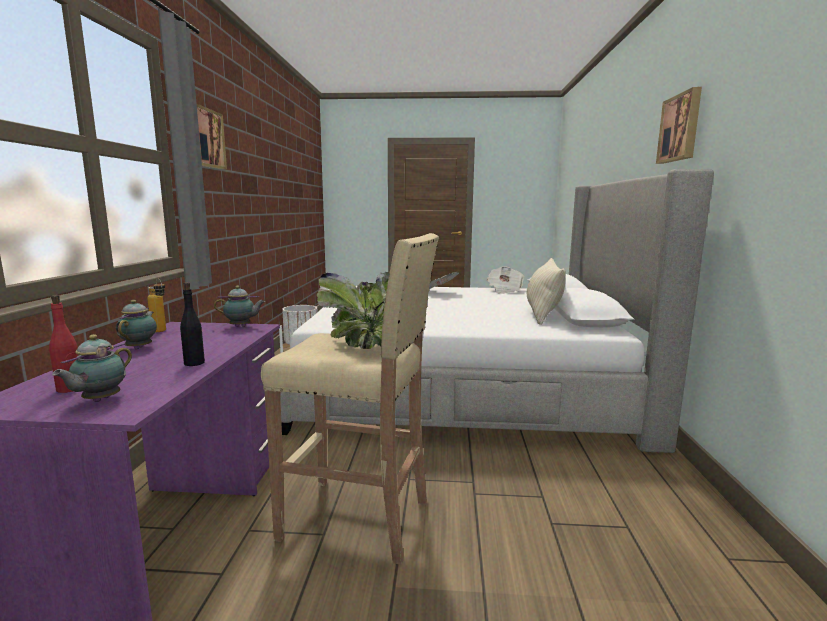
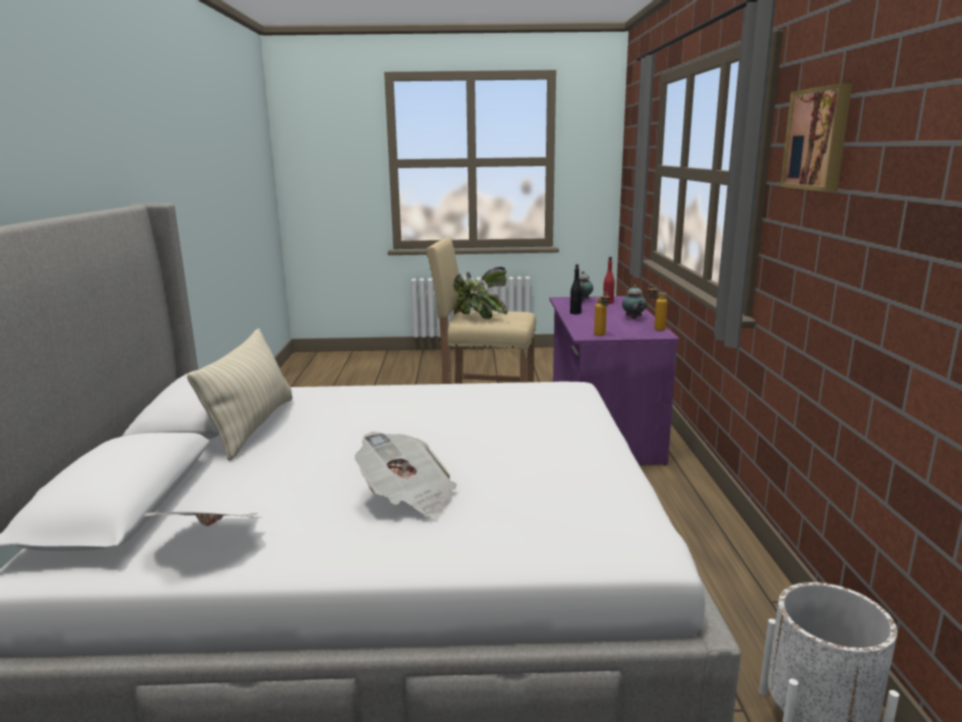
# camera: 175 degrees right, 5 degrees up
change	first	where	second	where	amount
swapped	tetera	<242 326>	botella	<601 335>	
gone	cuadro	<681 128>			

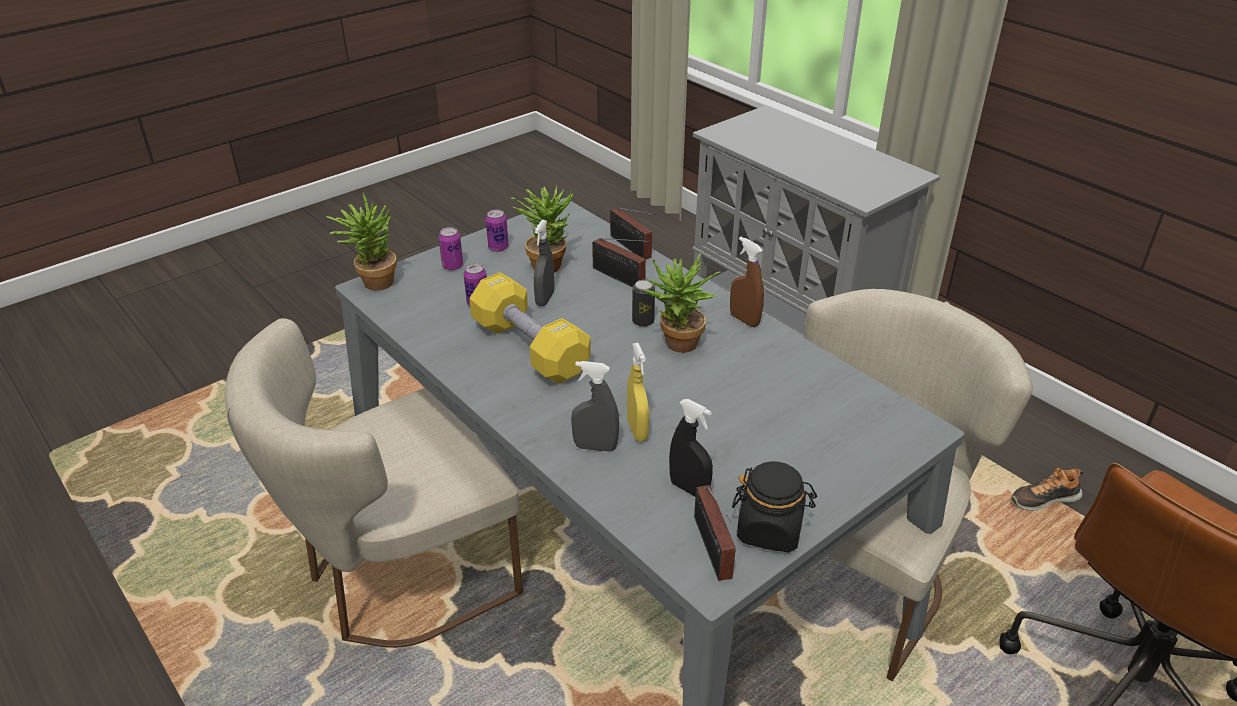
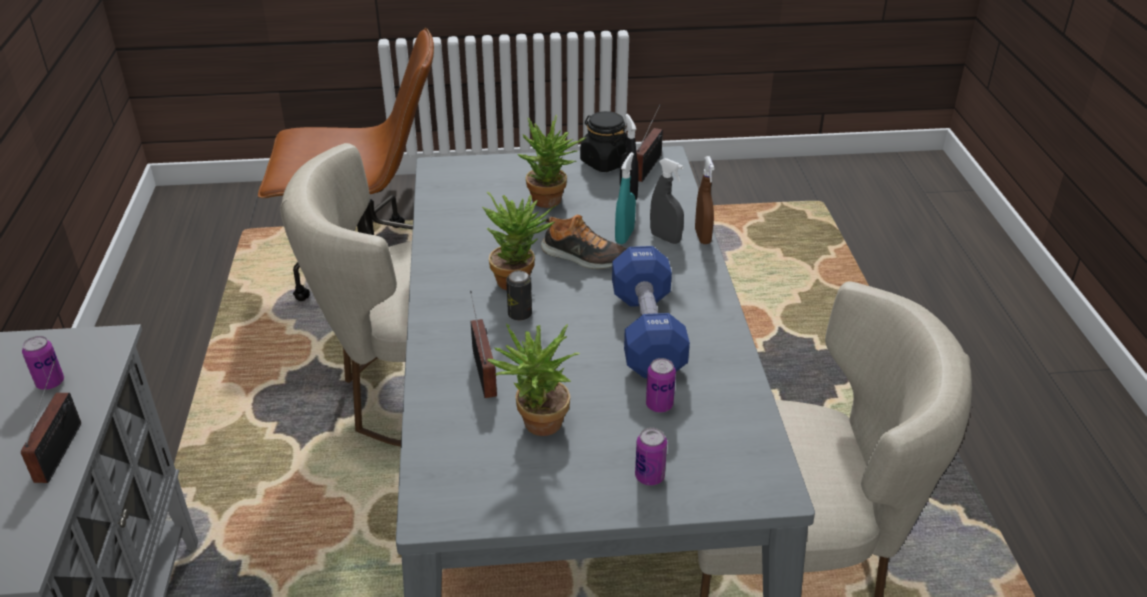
# camera: 145 degrees left, 0 degrees up
change	first	where	second	where	amount
shifted	radio	<632 248>		<61 449>	
shifted	lata	<498 247>		<50 383>	
shifted	planta en maceta	<372 282>		<551 203>	
shifted	zapato	<1044 498>		<584 257>	
repainted	mancuerna (amarillo)	<530 348>	mancuerna (azul)	<647 332>	
repainted	pulverizador (amarillo)	<637 431>	pulverizador (turquesa)	<624 236>	
shifted	pulverizador (marrón)	<744 320>		<702 237>	
gone	pulverizador (gris)	<545 299>			

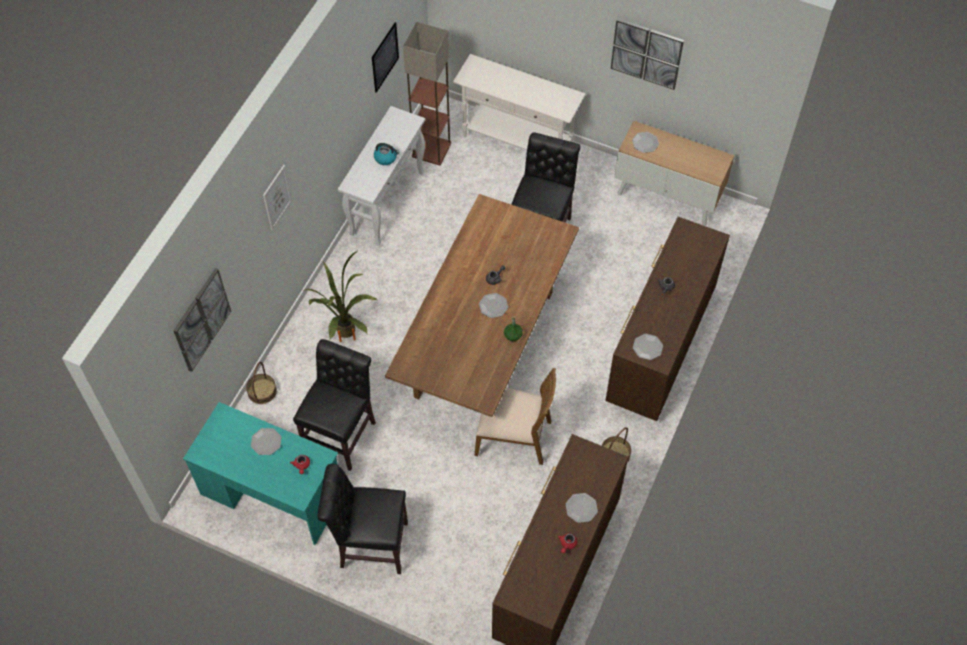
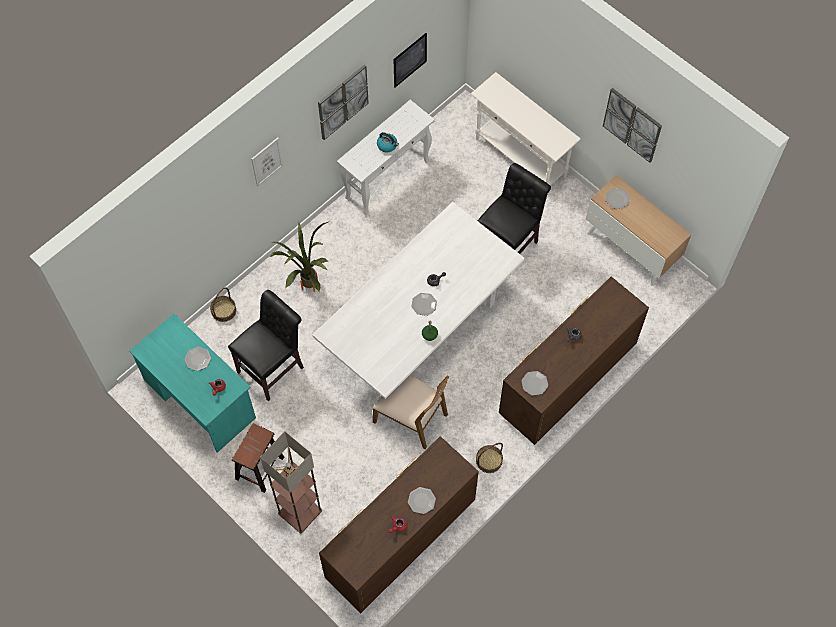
# camera: 20 degrees right, 5 degrees up
change	first	where	second	where	amount
swapped	silla (negro)	<369 544>	taburete (marrón)	<260 467>	
shifted	lámpara de pie	<432 150>		<300 513>	
repainted	mesa de comedor (marrón)	<485 342>	mesa de comedor (blanco)	<420 328>	
shifted	cuadro	<201 319>		<342 102>	

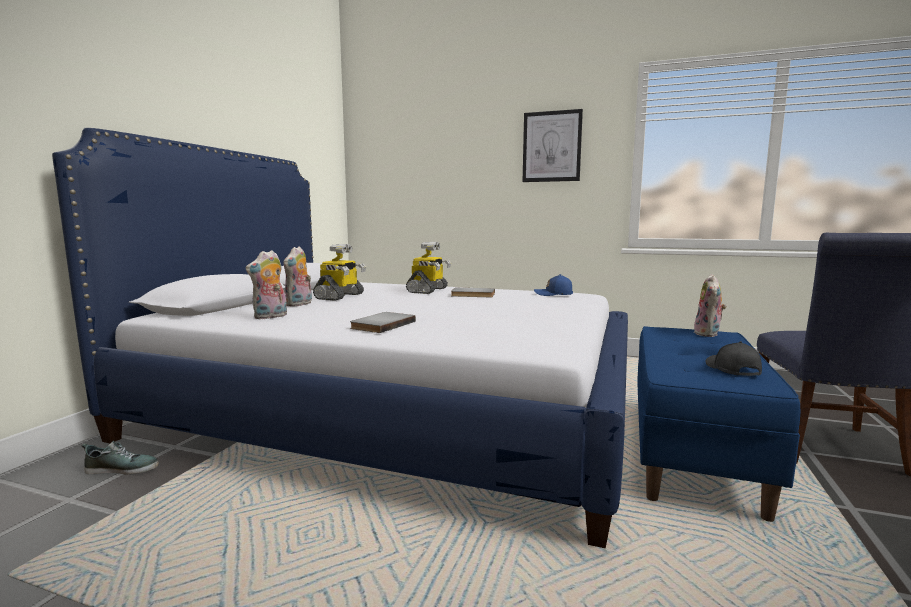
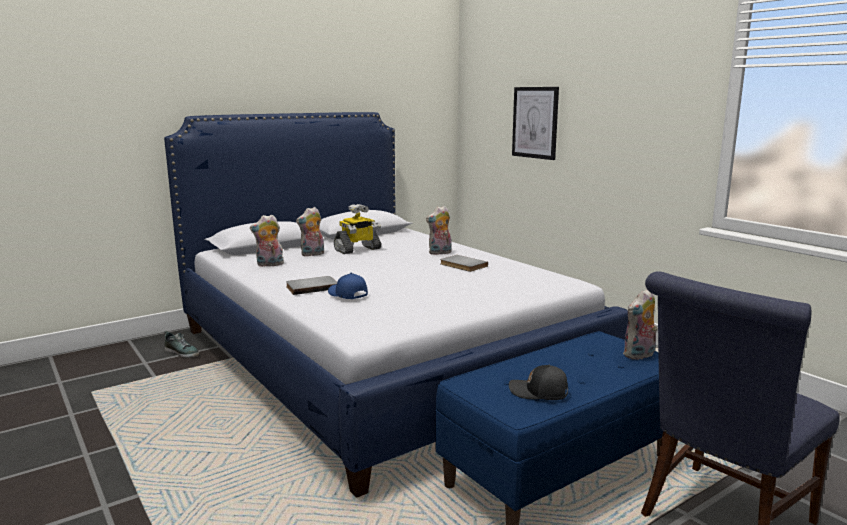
# camera: 35 degrees right, 5 degrees up
change	first	where	second	where	amount
shifted	gorra (azul)	<554 294>		<347 294>	
swapped	robot de juguete	<428 290>	peluche	<440 253>	
rotated	gorra (negro)	<731 369>		<539 392>	105 degrees counterclockwise
shifted	cuadro	<551 146>		<535 122>	

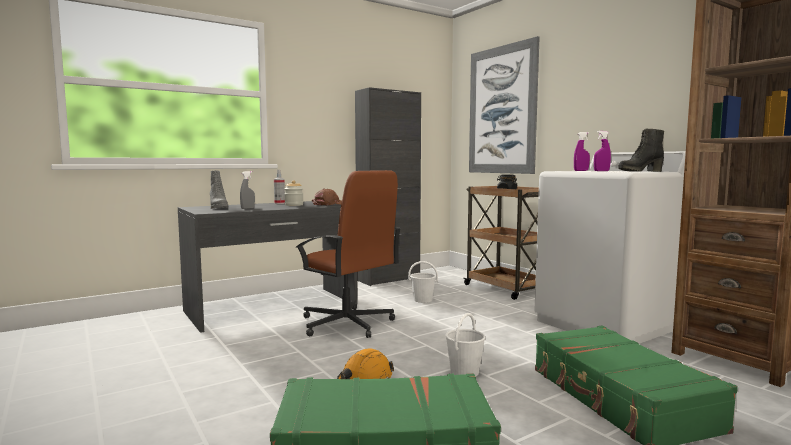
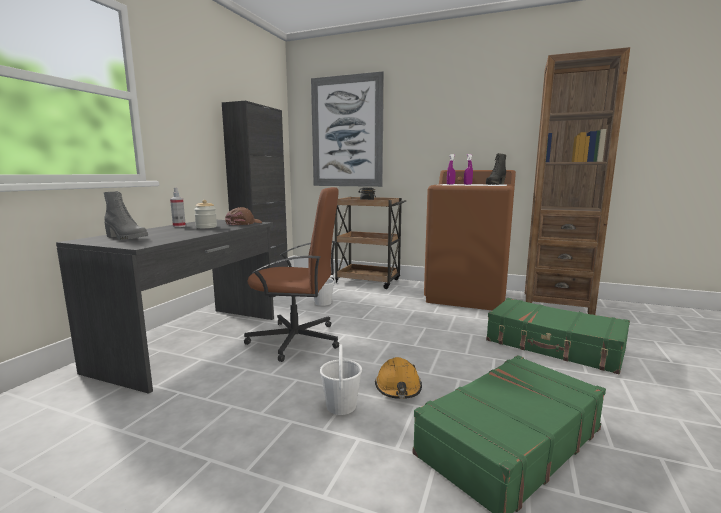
# camera: 35 degrees left, 5 degrees up
change	first	where	second	where	amount
shifted	cubo (blanco)	<464 372>		<341 406>	
repainted	lavadora (blanco)	<606 324>	lavadora (marrón)	<467 296>	
gone	pulverizador (gris)	<247 208>			

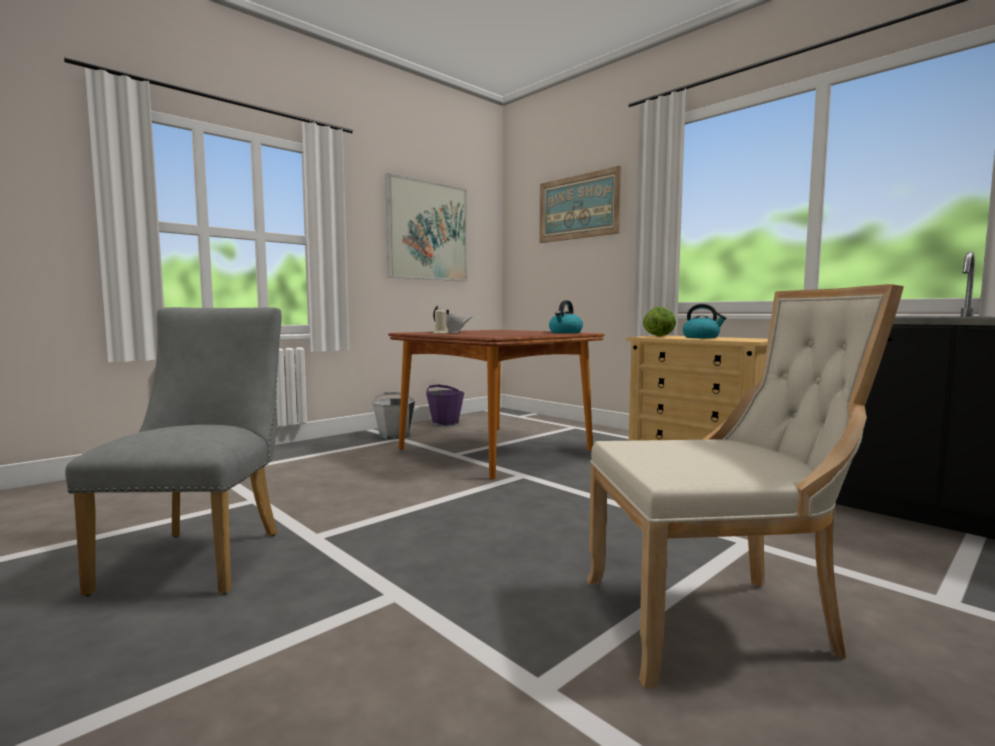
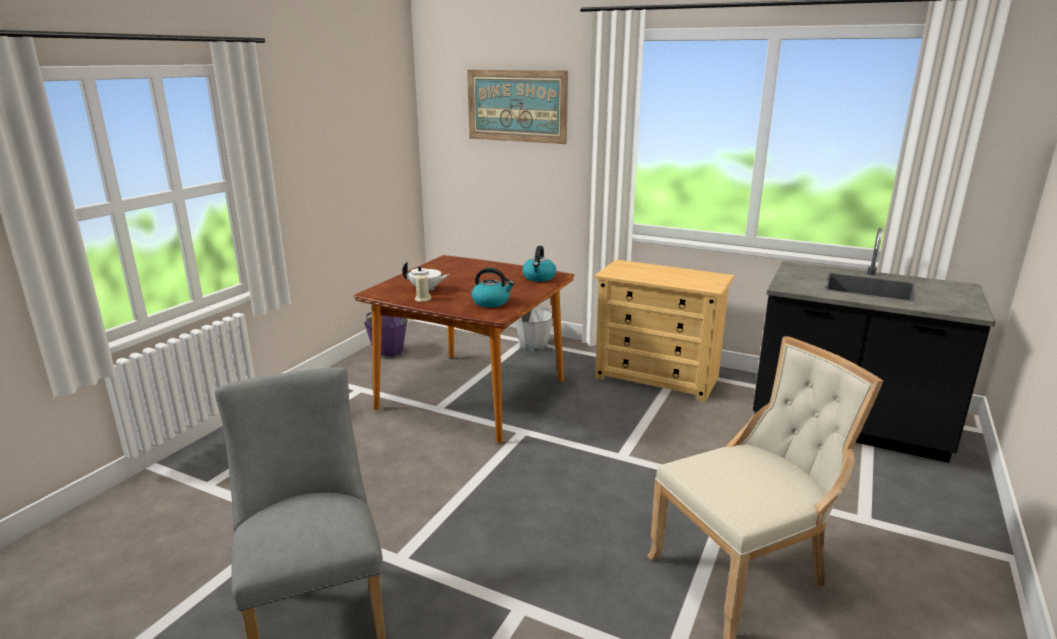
# camera: 20 degrees left, 15 degrees up
change	first	where	second	where	amount
shifted	hervidor	<701 337>		<491 302>	
shifted	cubo (gris)	<394 435>		<533 345>	
gone	cuadro	<427 231>			
gone	lechuga	<660 336>			

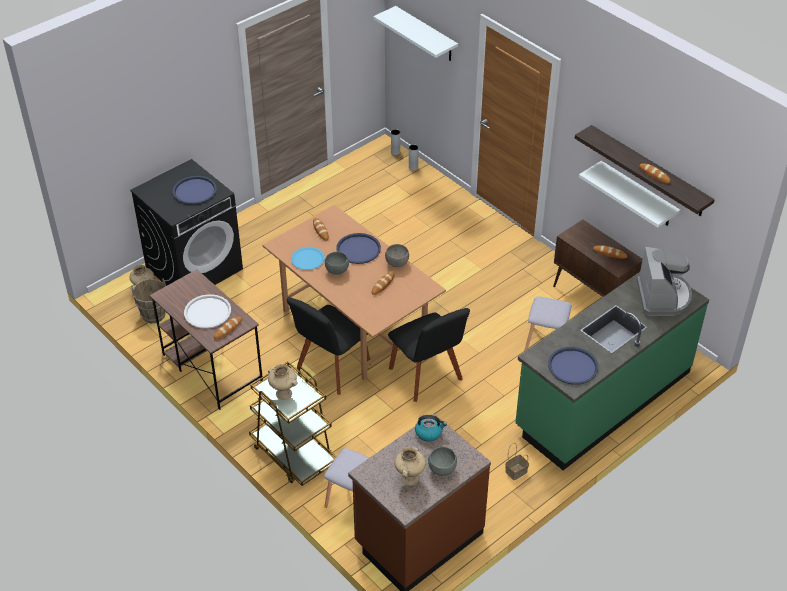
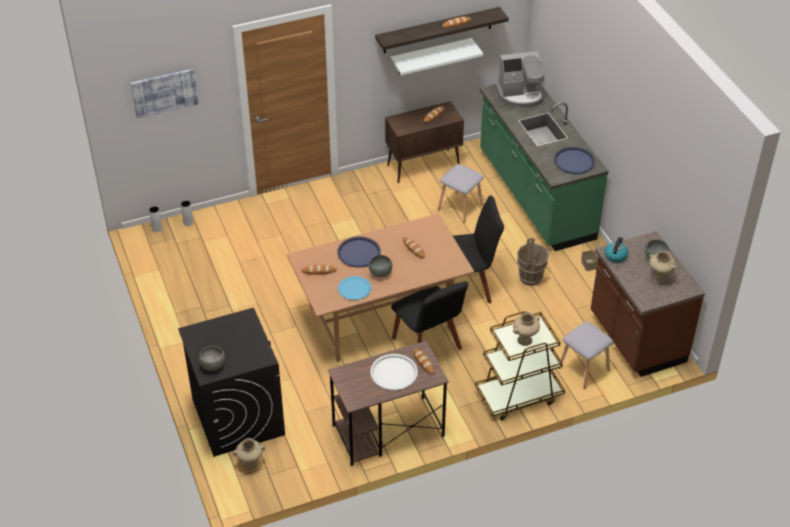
# camera: 70 degrees left, 0 degrees up
change	first	where	second	where	amount
swapped	estante (blanco)	<426 34>	cuadro	<164 92>	
shifted	cuenco (gris)	<397 263>		<213 365>	
rotated	cafetera	<663 297>		<520 95>	150 degrees clockwise
shifted	cubo (marrón)	<154 315>		<530 278>	
gone	bandeja (azul)	<194 191>			

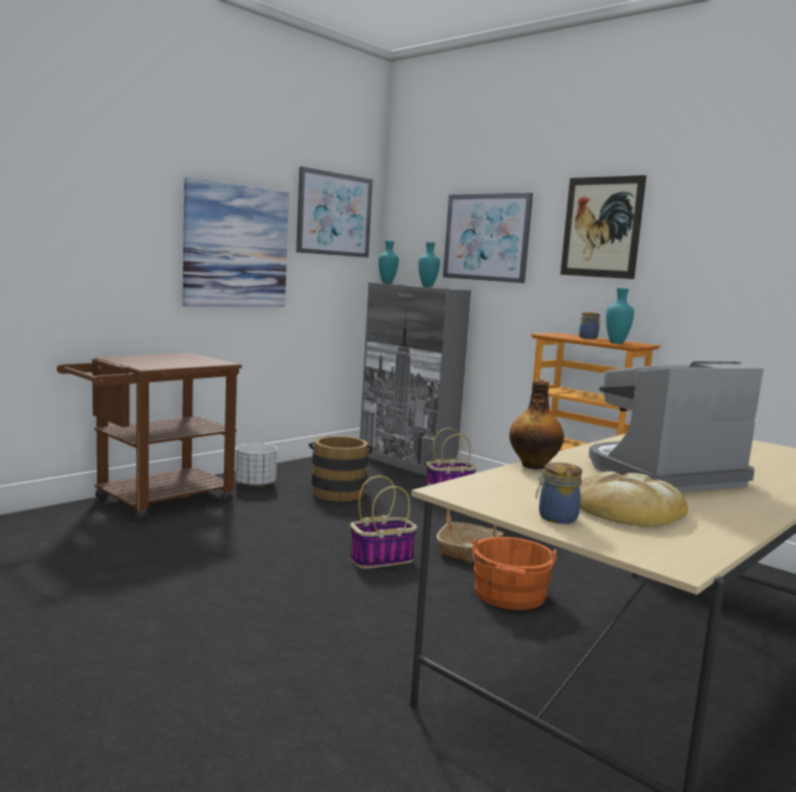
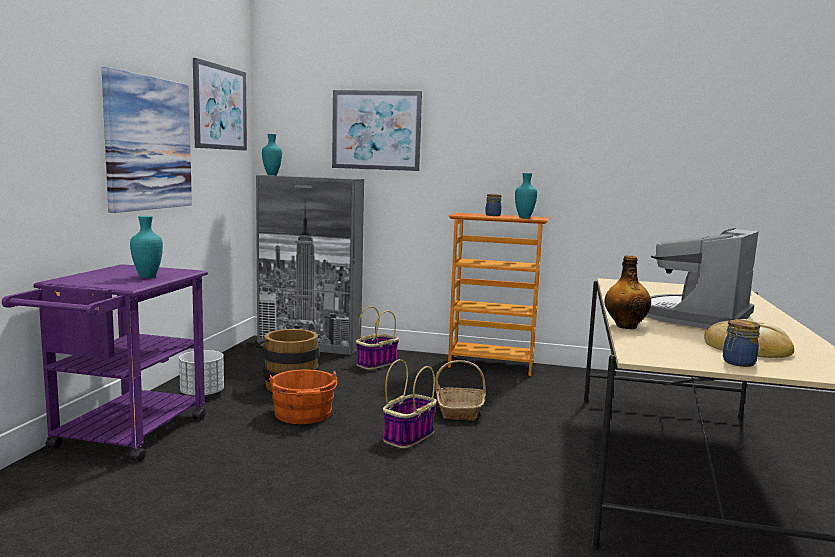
# camera: 30 degrees left, 0 degrees up
change	first	where	second	where	amount
repainted	carrito (marrón)	<154 503>	carrito (morado)	<122 437>	
shifted	florero (turquesa)	<428 286>		<148 277>	
shifted	cubo (naranja)	<509 596>		<303 415>	
gone	cuadro	<601 227>			

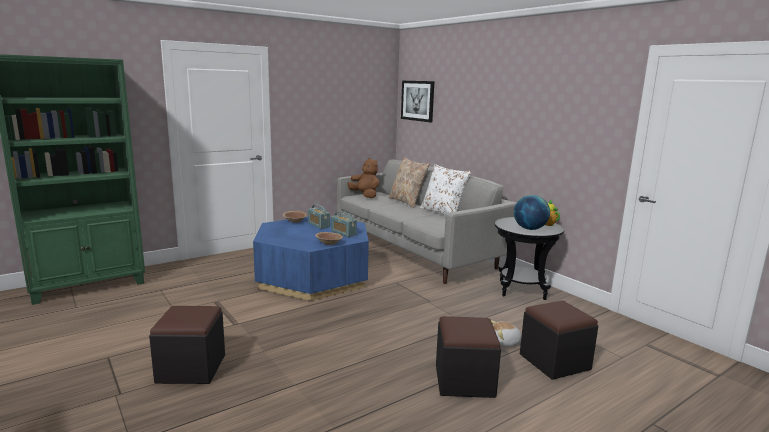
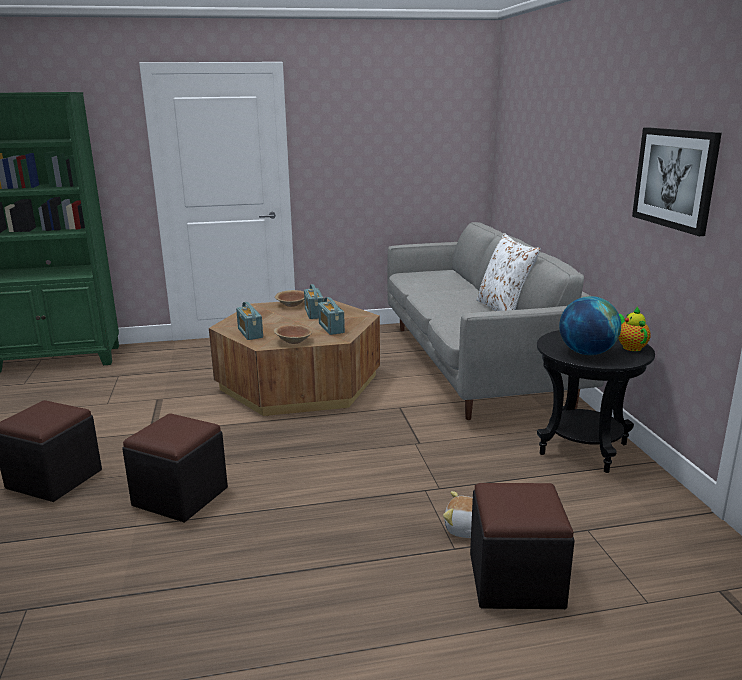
# camera: 25 degrees right, 5 degrees up
change	first	where	second	where	amount
shifted	puf (negro)	<464 381>		<180 497>	
repainted	mesa de centro (azul)	<313 277>	mesa de centro (marrón)	<299 383>	
new			radio	<250 333>	
shifted	cuadro	<417 100>		<675 178>	
gone	peluche (marrón)	<365 196>			
gone	cojín (beis)	<407 202>			

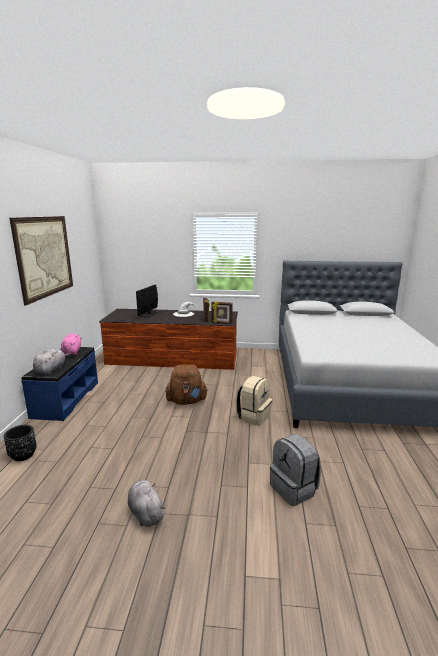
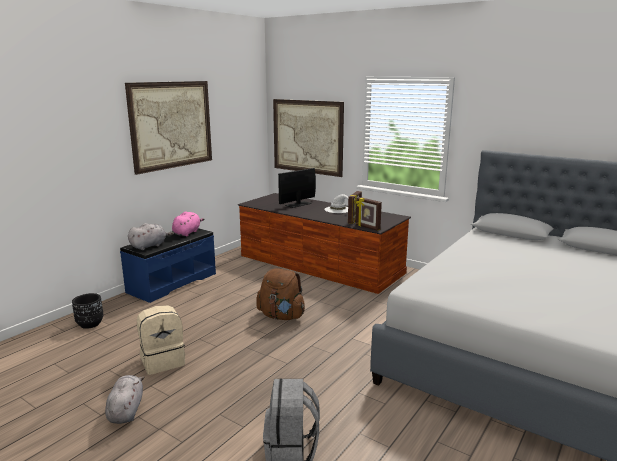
# camera: 30 degrees right, 0 degrees up
change	first	where	second	where	amount
shifted	mochila (beis)	<253 416>		<163 361>	
new			cuadro	<307 137>	

